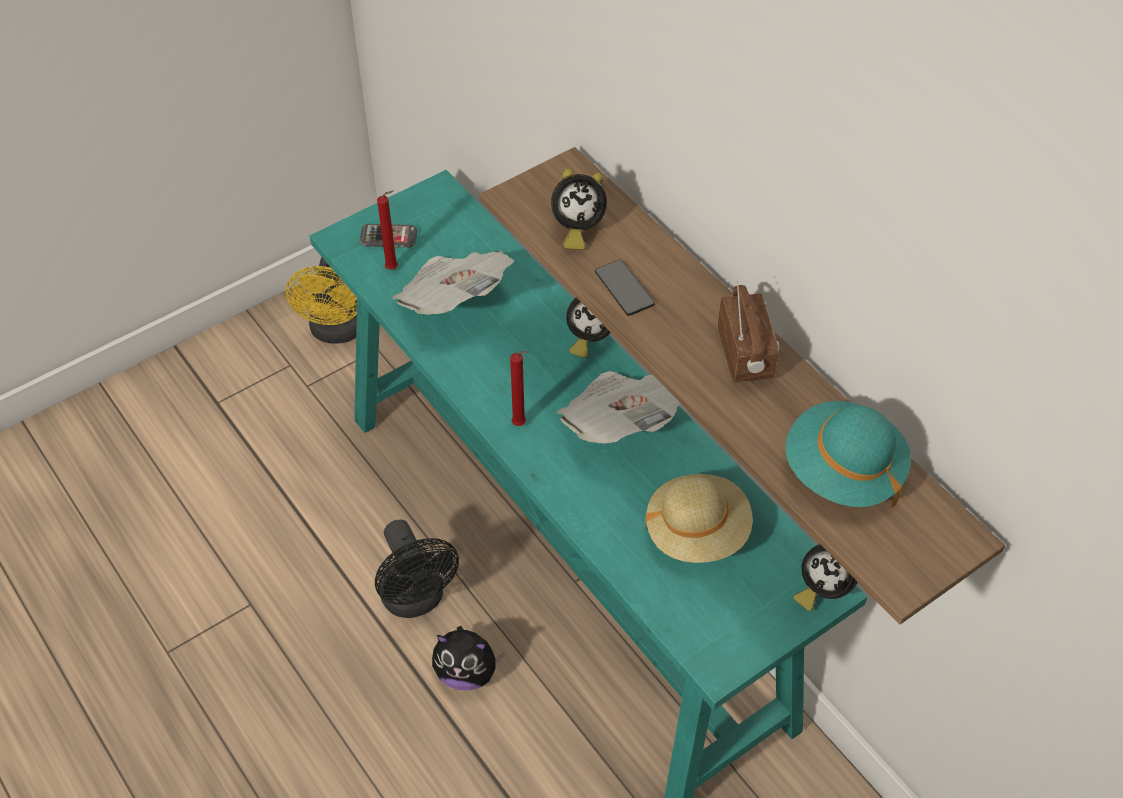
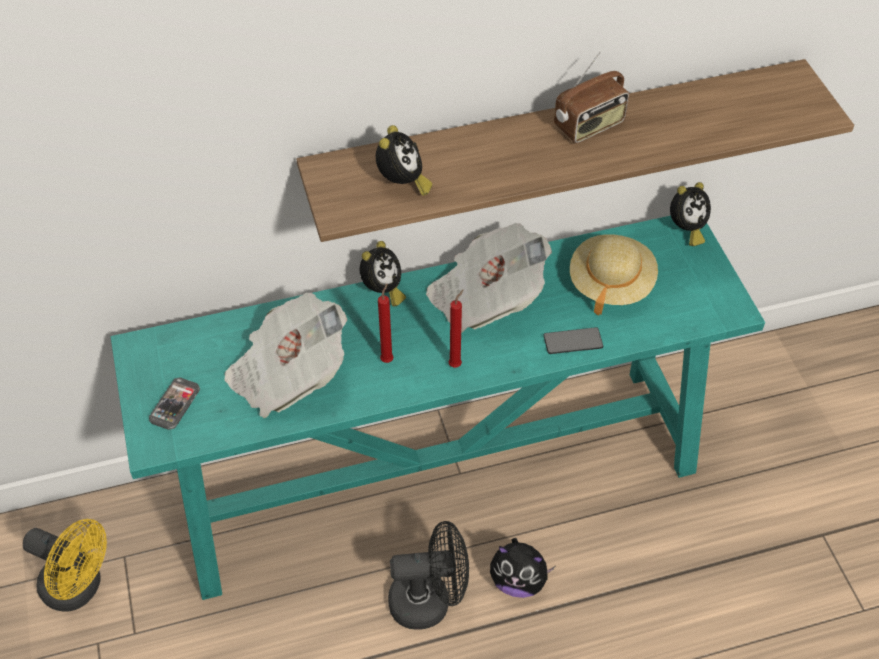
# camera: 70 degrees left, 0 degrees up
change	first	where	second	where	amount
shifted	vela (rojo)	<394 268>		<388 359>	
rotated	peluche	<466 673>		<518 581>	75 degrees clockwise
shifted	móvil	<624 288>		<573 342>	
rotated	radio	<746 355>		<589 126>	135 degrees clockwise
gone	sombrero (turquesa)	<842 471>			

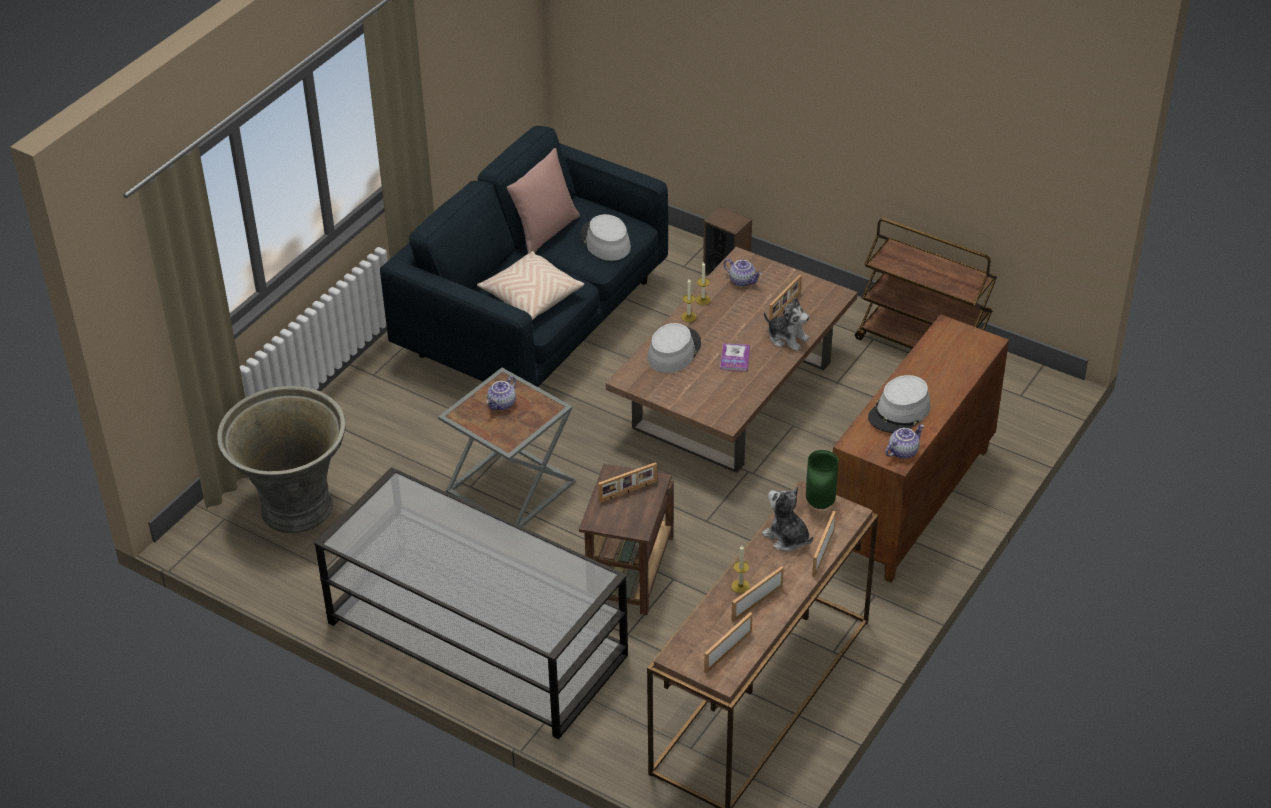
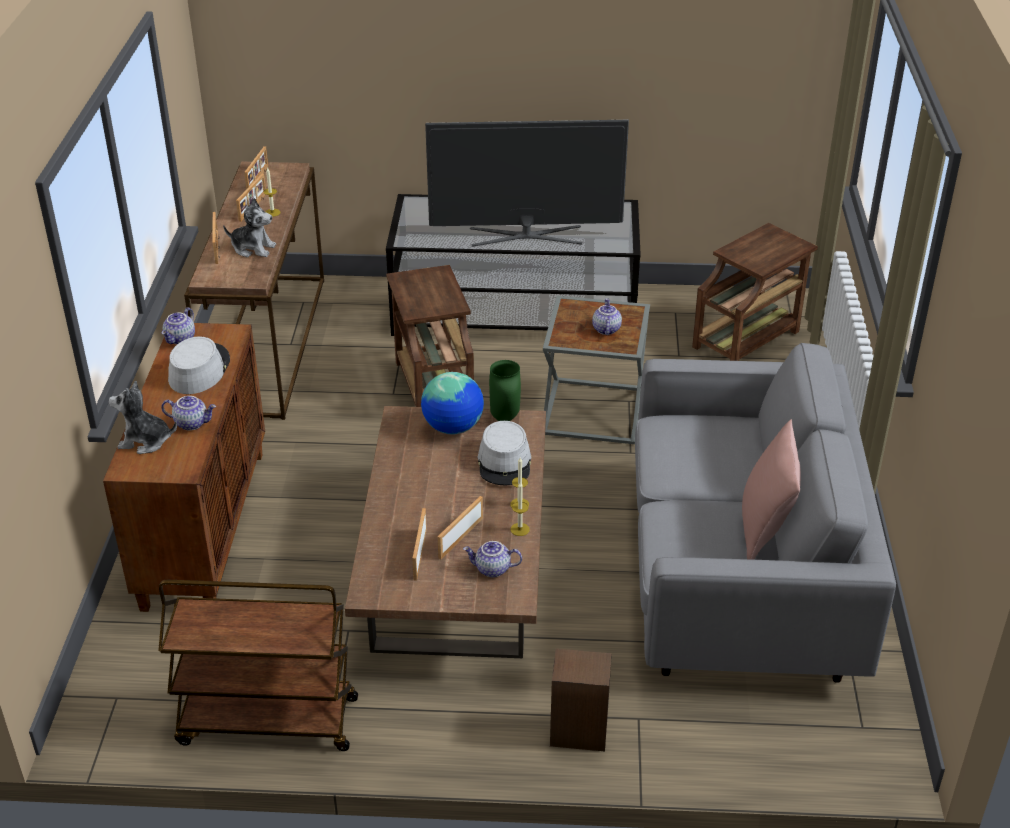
# camera: 150 degrees right, 5 degrees down
change	first	where	second	where	amount
shifted	peluche	<787 338>		<145 441>	
new			tetera	<192 423>	
new			globo terráqueo	<453 428>	
new			televisor	<526 235>	
shifted	portarretratos	<628 492>		<460 537>	
shifted	florero (verde)	<821 504>		<504 418>	
repainted	sofá (azul)	<534 319>	sofá (gris)	<739 575>	
swapped	maceta (gris)	<295 509>	mesa auxiliar (marrón)	<748 339>	
gone	cojín (beis)	<531 297>			
gone	sombrero (gris)	<605 241>			
gone	libro	<735 358>			

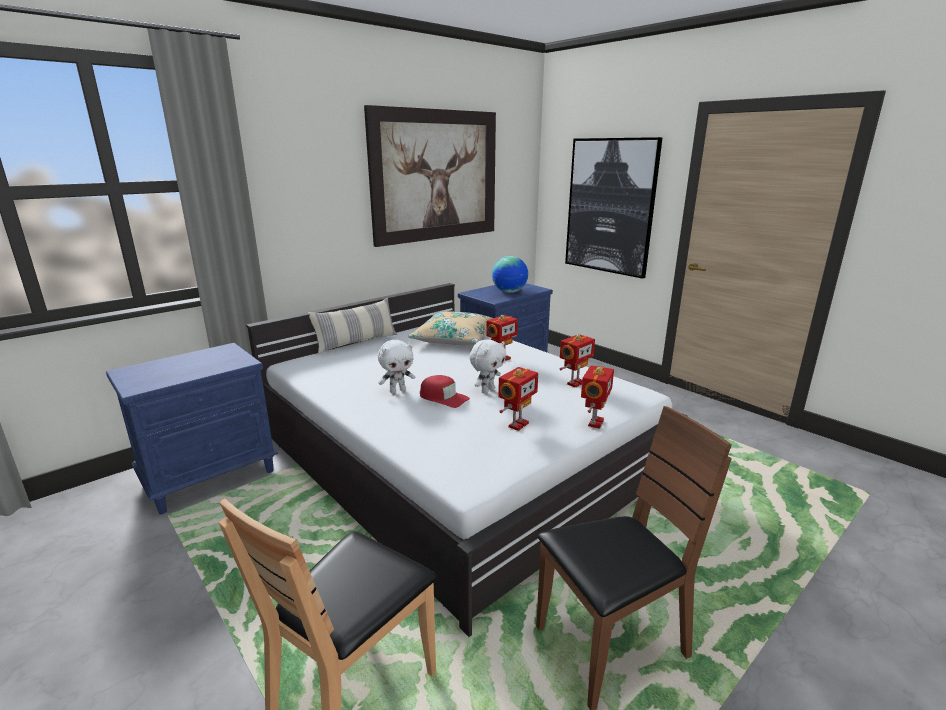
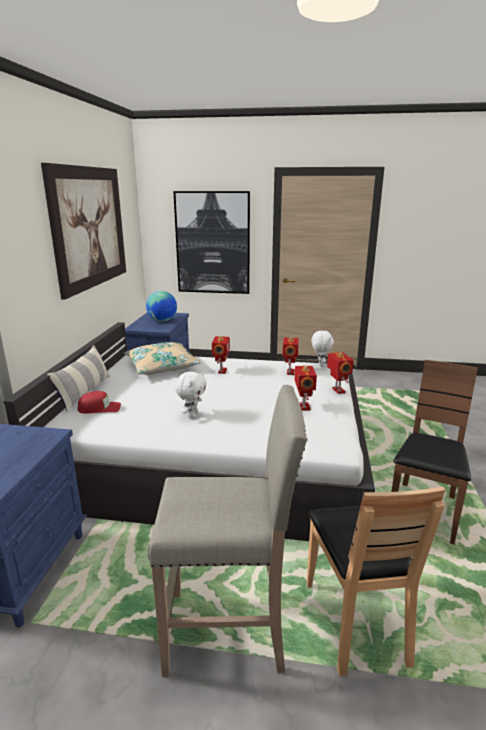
# camera: 40 degrees left, 0 degrees up
change	first	where	second	where	amount
shifted	gorra (rojo)	<443 397>		<99 408>	
new			taburete (beis)	<228 631>	
shifted	peluche (blanco)	<487 390>		<320 365>	

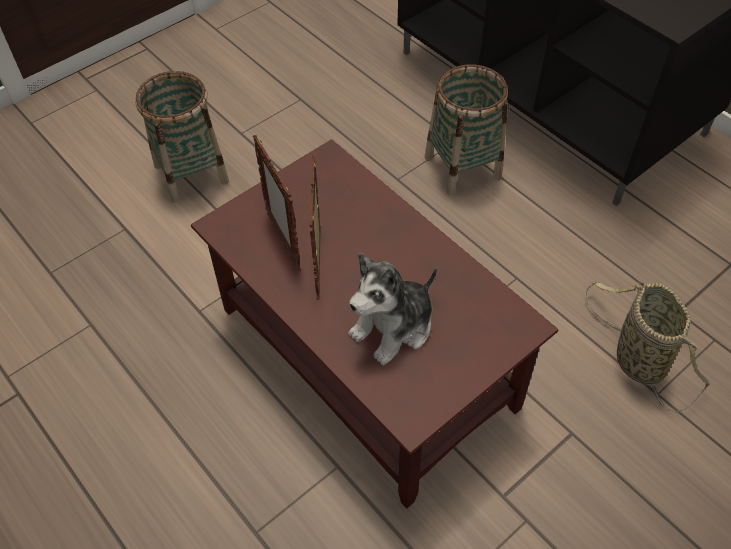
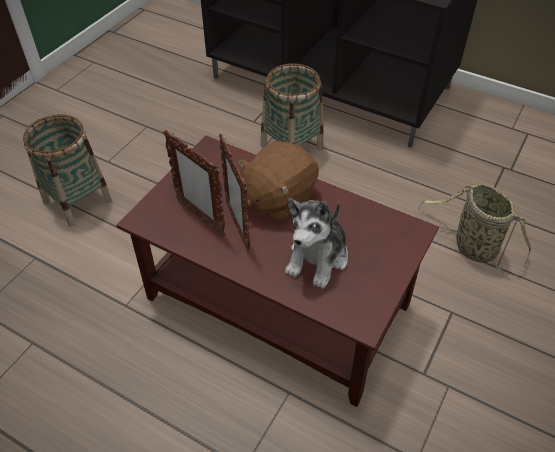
# camera: 20 degrees left, 5 degrees down
change	first	where	second	where	amount
new			peluche (marrón)	<277 198>	

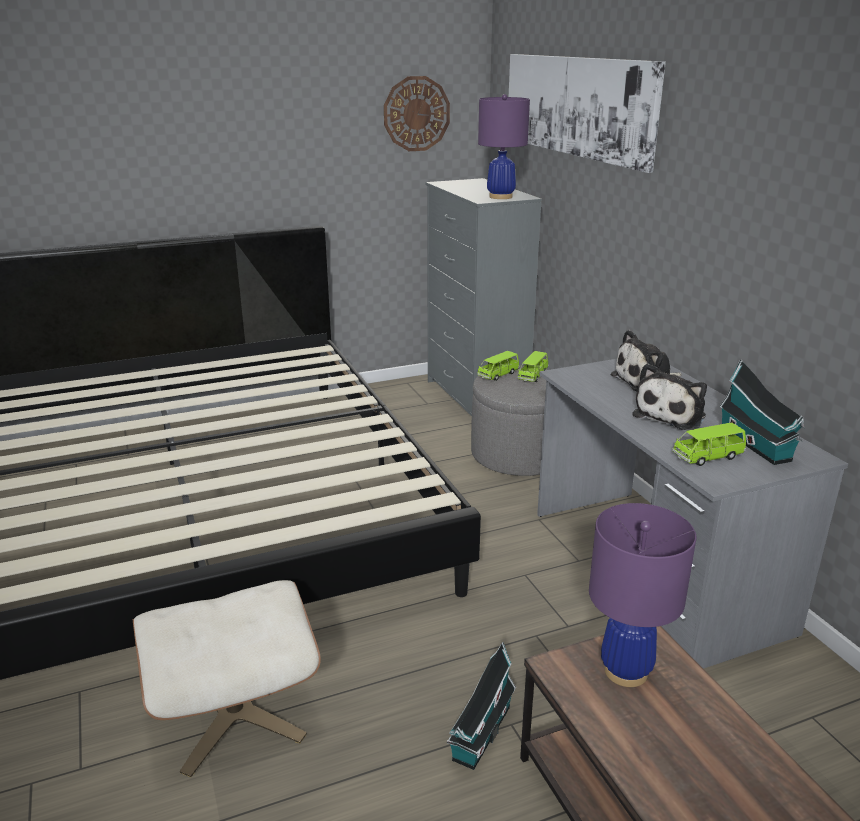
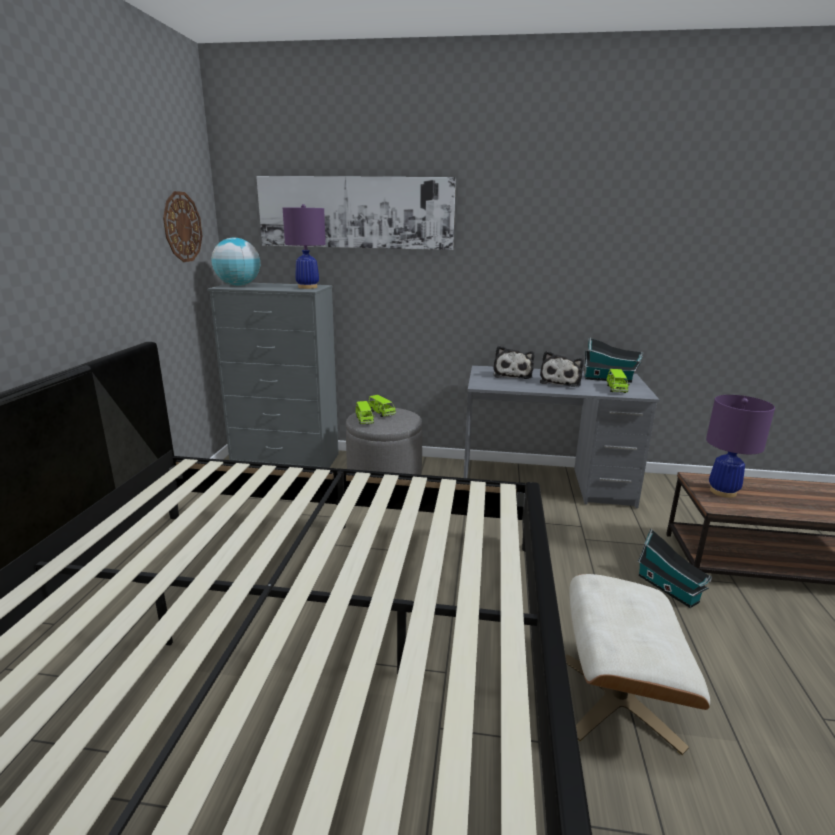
# camera: 60 degrees left, 5 degrees down
change	first	where	second	where	amount
new			globo terráqueo	<238 285>	
rotated	peluche	<671 415>		<561 382>	45 degrees clockwise

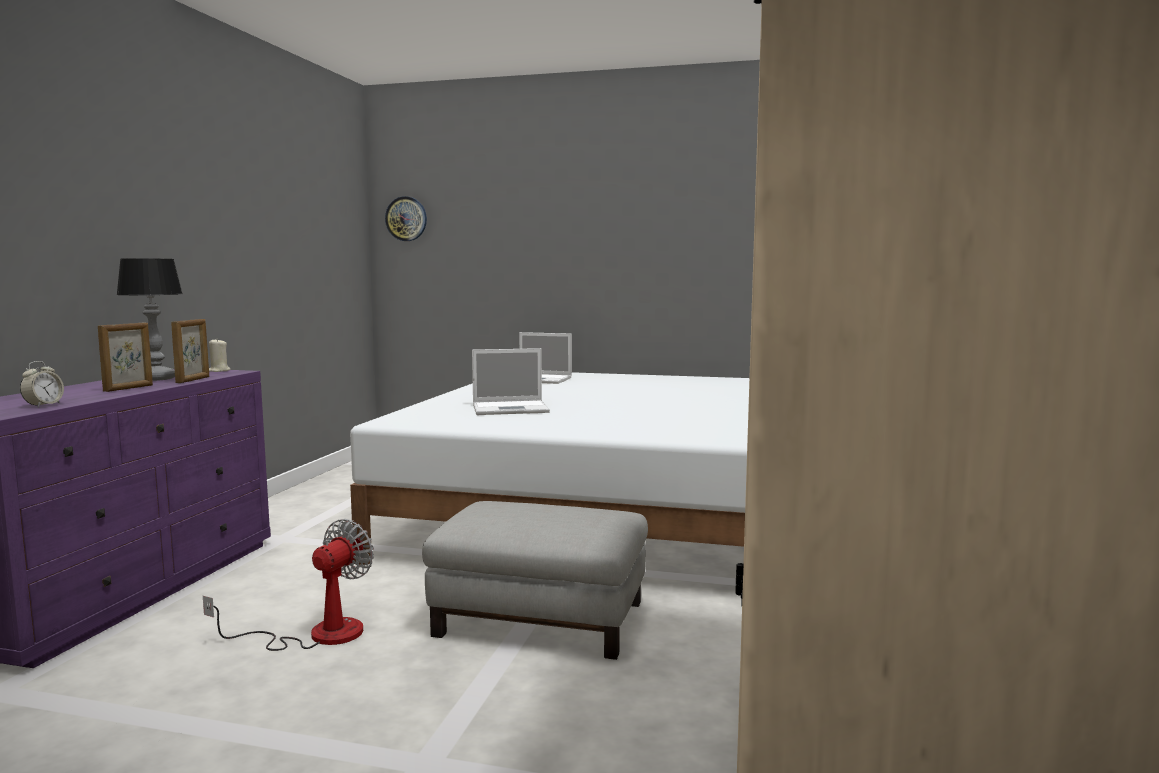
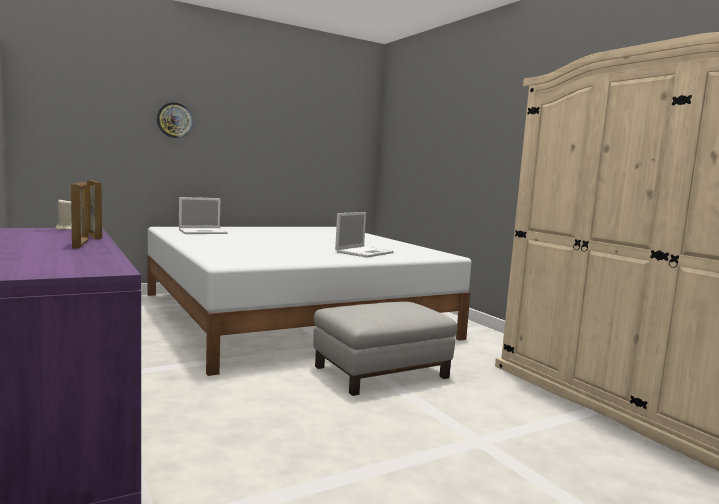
# camera: 45 degrees left, 0 degrees up
change	first	where	second	where	amount
shifted	reloj de pared	<406 219>		<174 120>	
shifted	portátil	<512 408>		<365 252>	
gone	despertador	<43 405>			
gone	lámpara de mesa	<157 379>			
gone	ventilador	<316 635>			

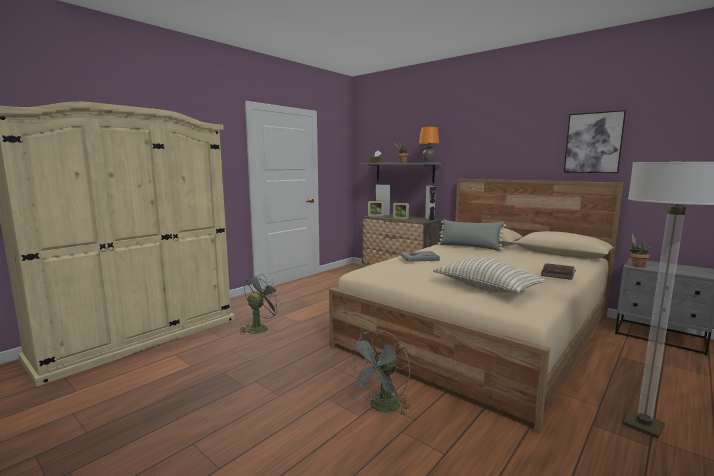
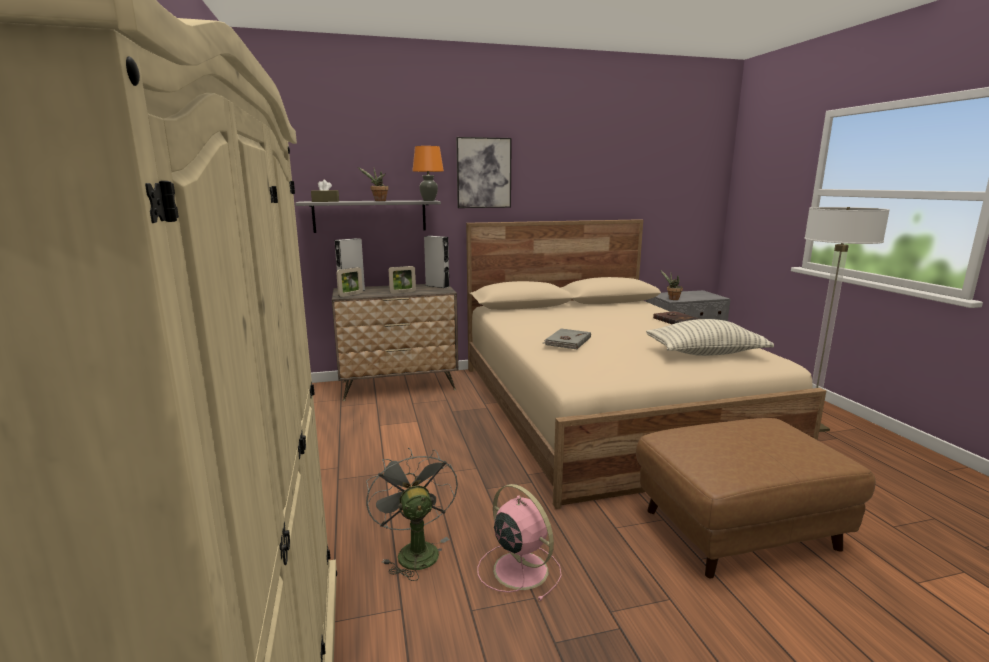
# camera: 55 degrees left, 5 degrees up
change	first	where	second	where	amount
shifted	cuadro	<593 143>		<483 173>	
new			ventilador (rosa)	<518 569>	
swapped	ventilador (gris)	<381 408>	puf (marrón)	<739 528>	
gone	cojín (gris)	<469 247>			

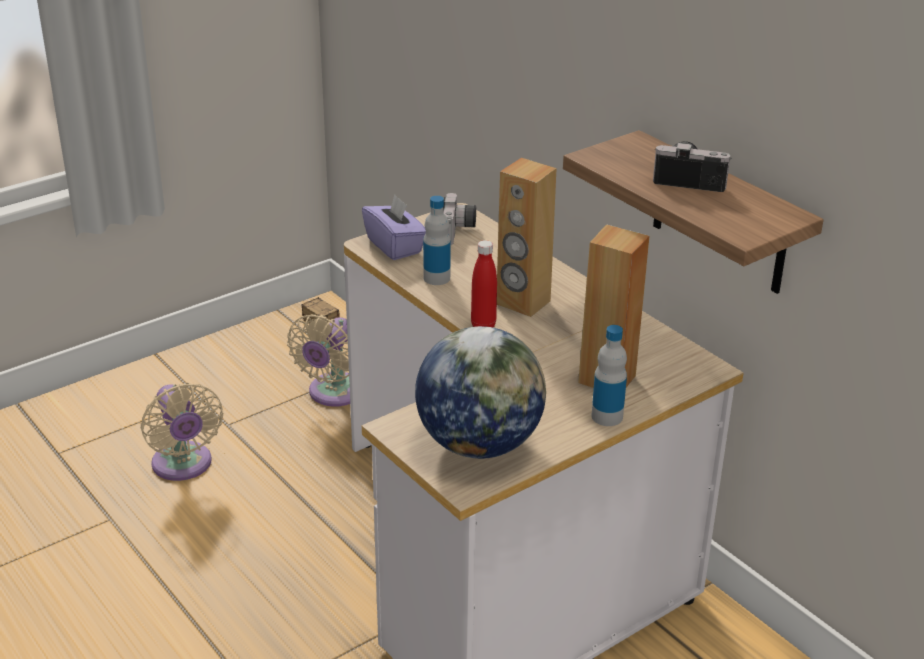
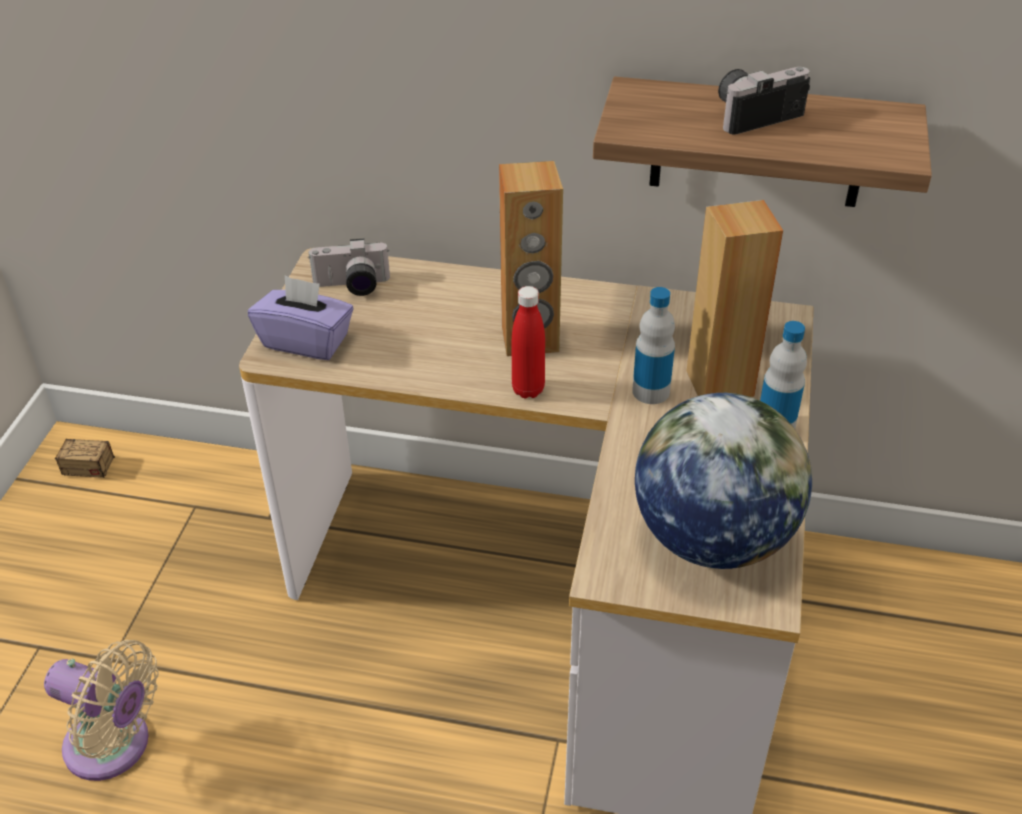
# camera: 40 degrees left, 10 degrees up
change	first	where	second	where	amount
rotated	cámara	<458 231>		<352 287>	120 degrees clockwise
shifted	botella	<436 278>		<651 391>	
gone	ventilador (beis)	<333 394>			

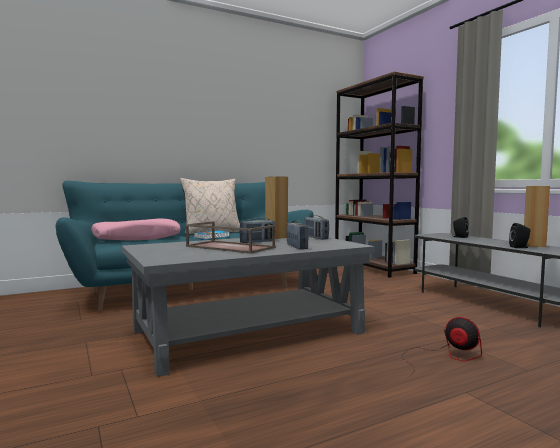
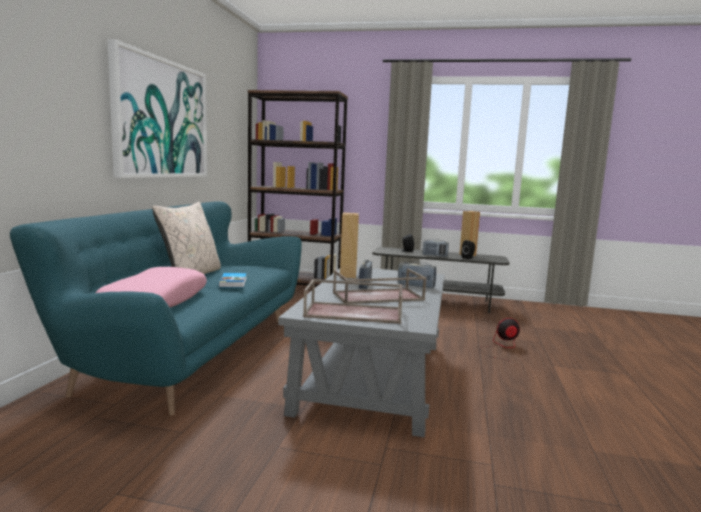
# camera: 50 degrees left, 5 degrees up
change	first	where	second	where	amount
new			cuadro	<162 119>	
new			bandeja (marrón)	<355 312>	
shifted	radio	<316 238>		<434 256>	

